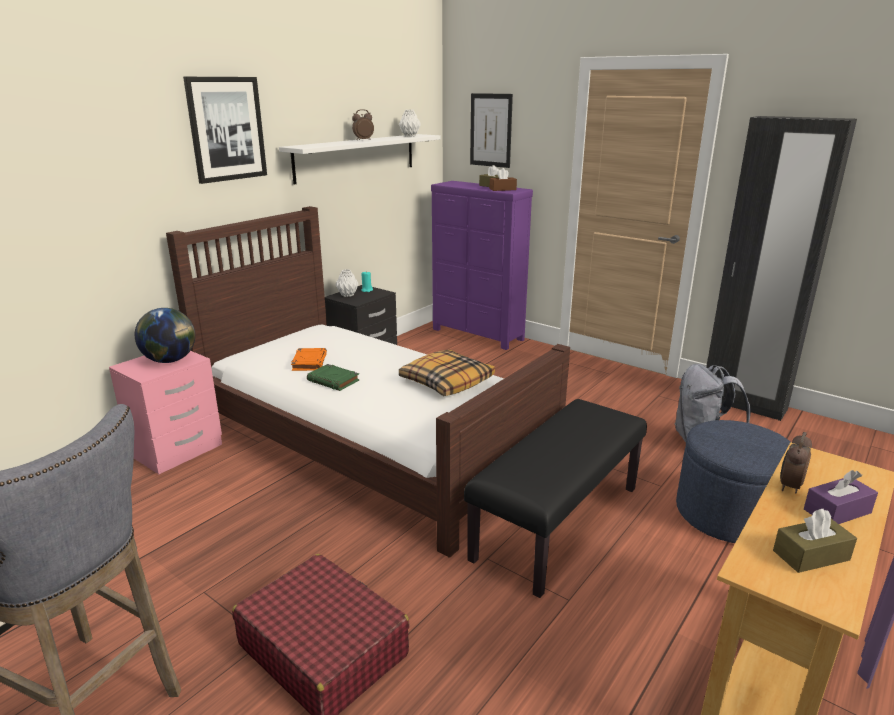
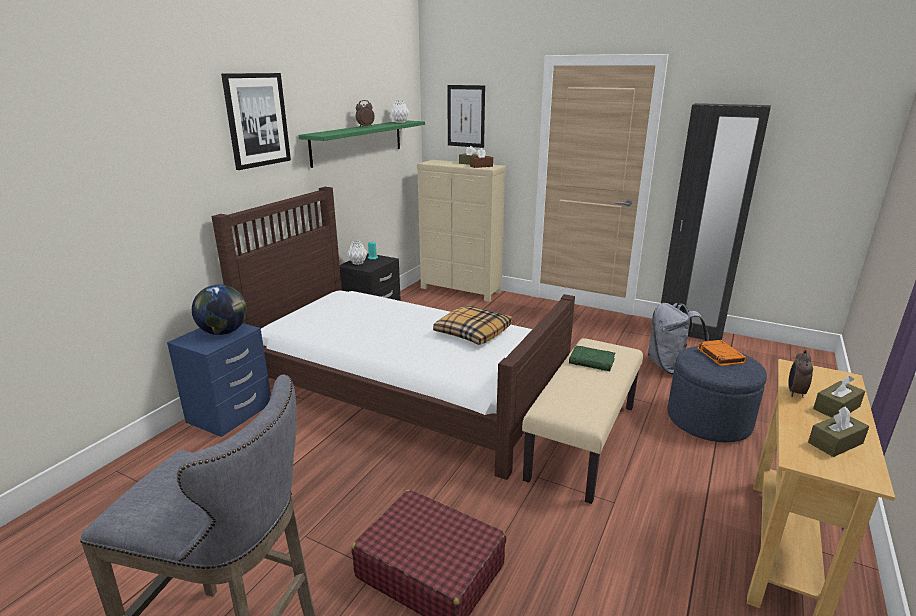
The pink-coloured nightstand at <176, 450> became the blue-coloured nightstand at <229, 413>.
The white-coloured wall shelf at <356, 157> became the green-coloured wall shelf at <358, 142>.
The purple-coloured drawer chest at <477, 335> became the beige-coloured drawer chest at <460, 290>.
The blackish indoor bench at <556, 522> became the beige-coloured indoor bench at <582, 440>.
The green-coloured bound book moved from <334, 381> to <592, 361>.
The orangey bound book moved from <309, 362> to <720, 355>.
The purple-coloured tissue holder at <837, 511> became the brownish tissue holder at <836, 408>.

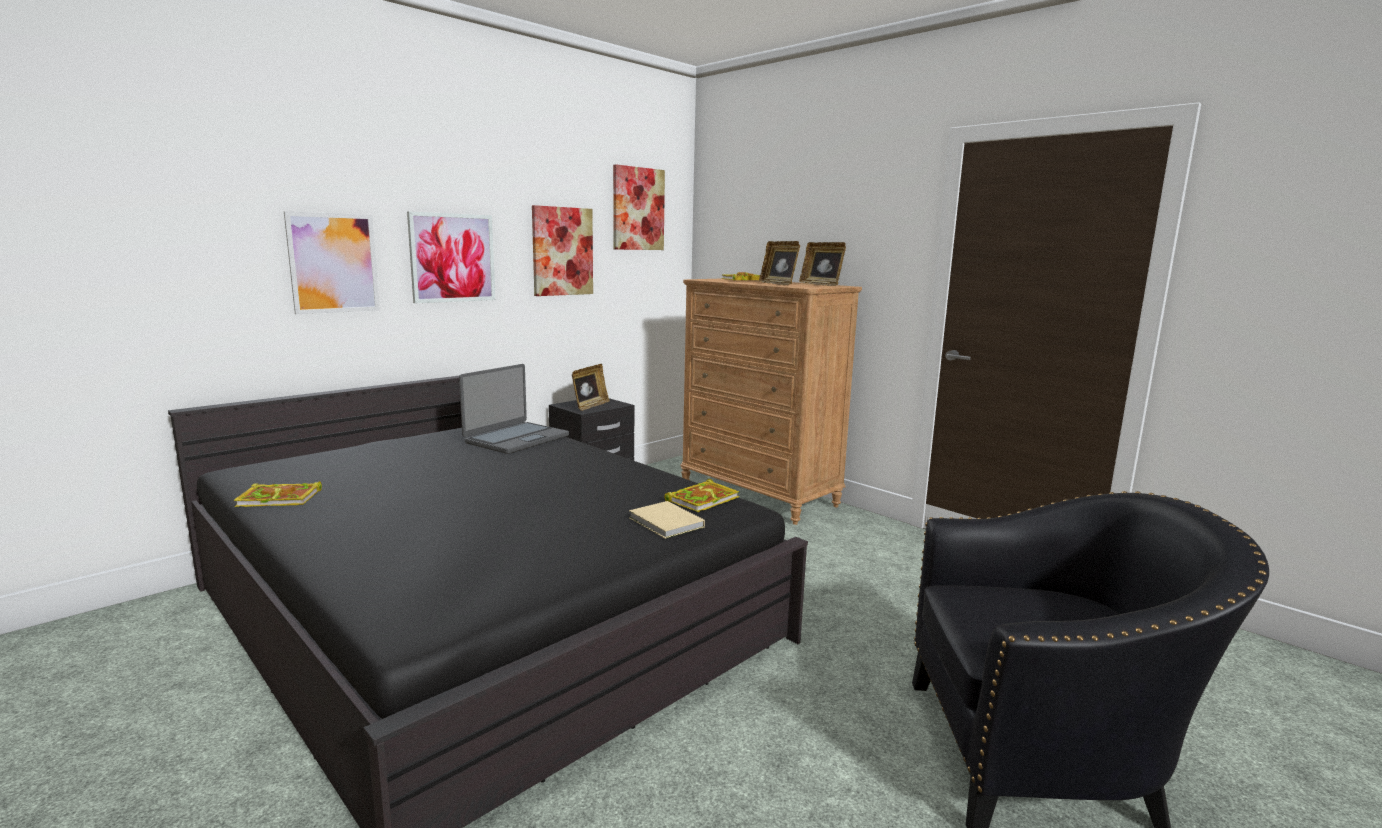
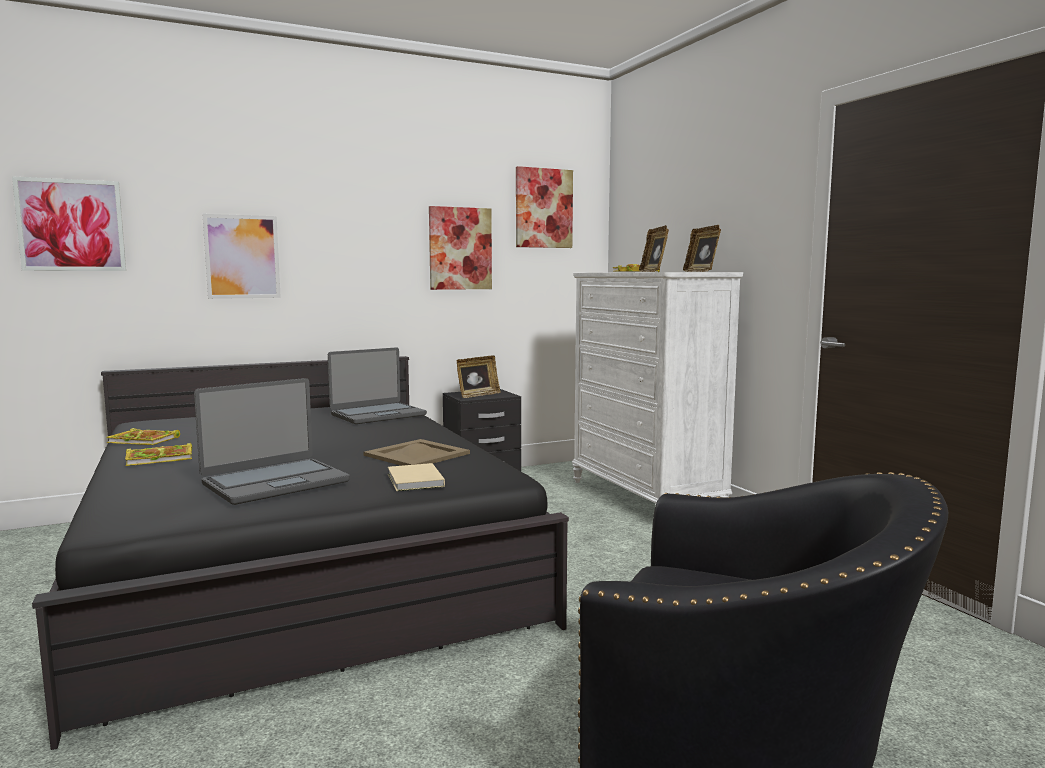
The picture moved from <452, 258> to <71, 225>.
The bound book moved from <703, 499> to <161, 458>.
The notebook computer at <275, 482> appeared.
The beige-coloured serving tray at <417, 454> appeared.
The brownish drawer chest at <759, 494> became the white-coloured drawer chest at <645, 497>.

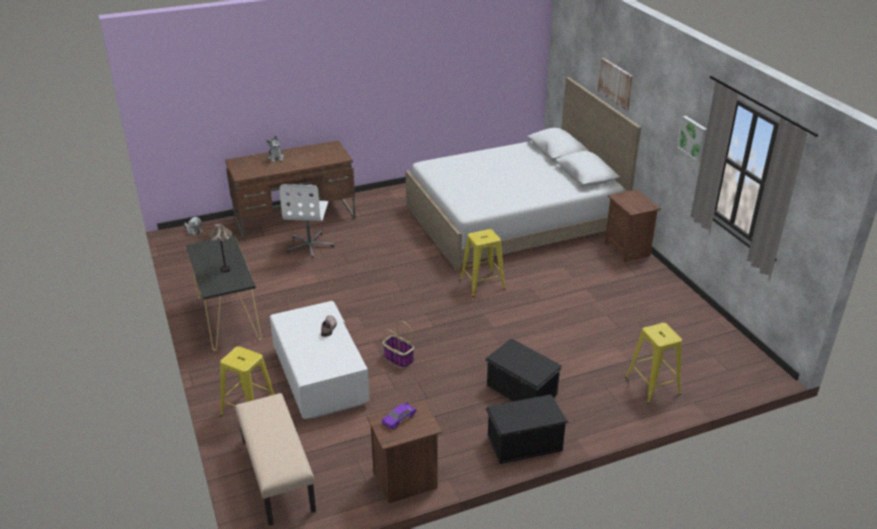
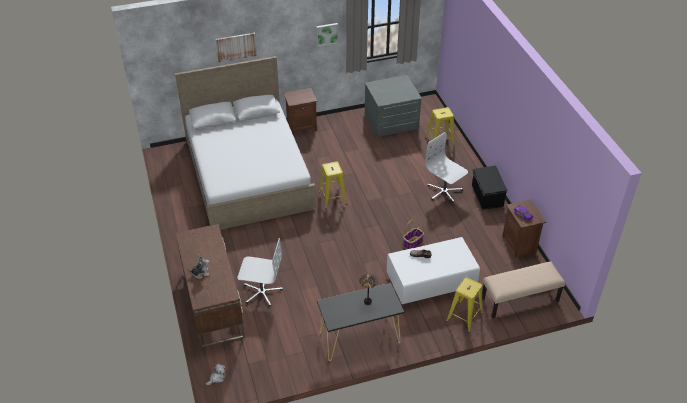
The gray drawer chest at <391, 122> appeared.
The blackish storage bin at <521, 390> was replaced by the white-coloured office chair at <444, 192>.

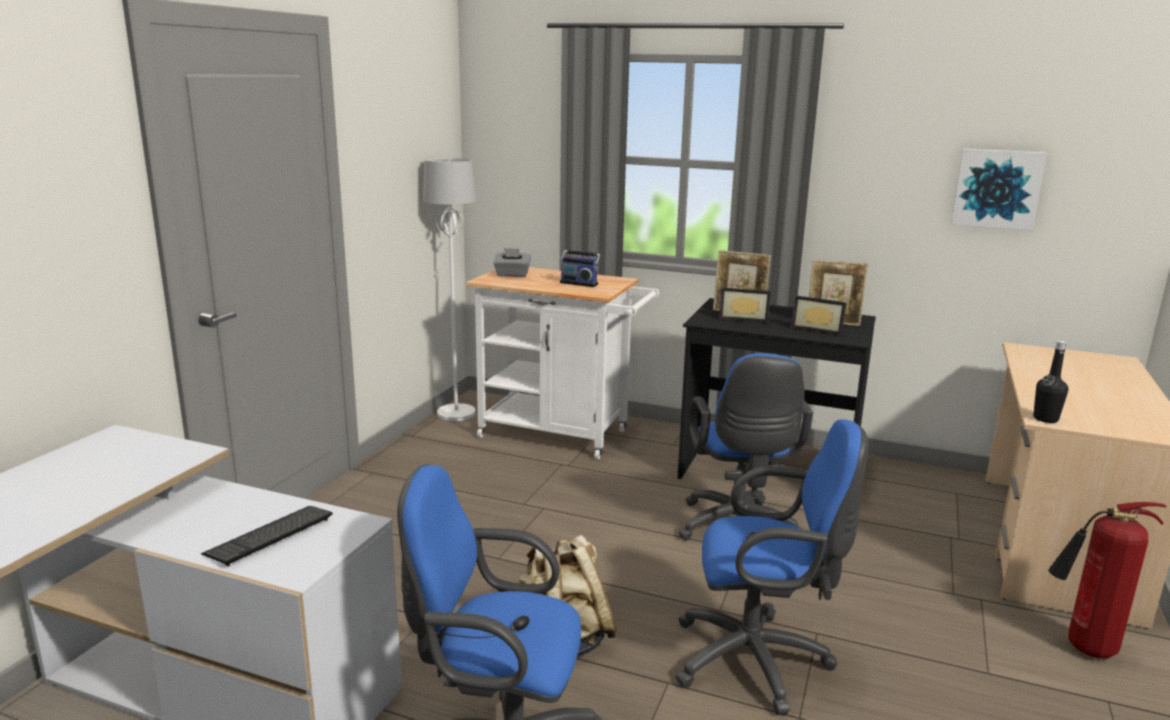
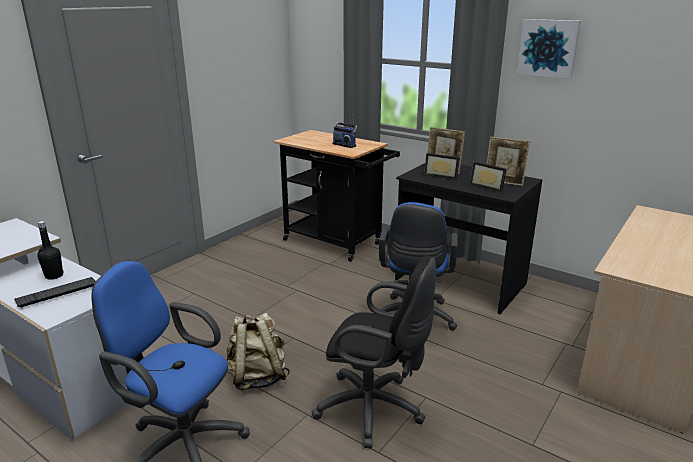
The blackish beverage bottle moved from <1045, 419> to <54, 276>.
The white-coloured trolley at <562, 435> became the blackish trolley at <337, 243>.
The blue-coloured office chair at <759, 661> became the blackish office chair at <375, 410>.
The picture moved from <996, 188> to <548, 48>.
The white-coloured floor lamp at <456, 414> disappeared.
The gray tissue holder at <512, 275> disappeared.
The extinguisher at <1084, 649> disappeared.

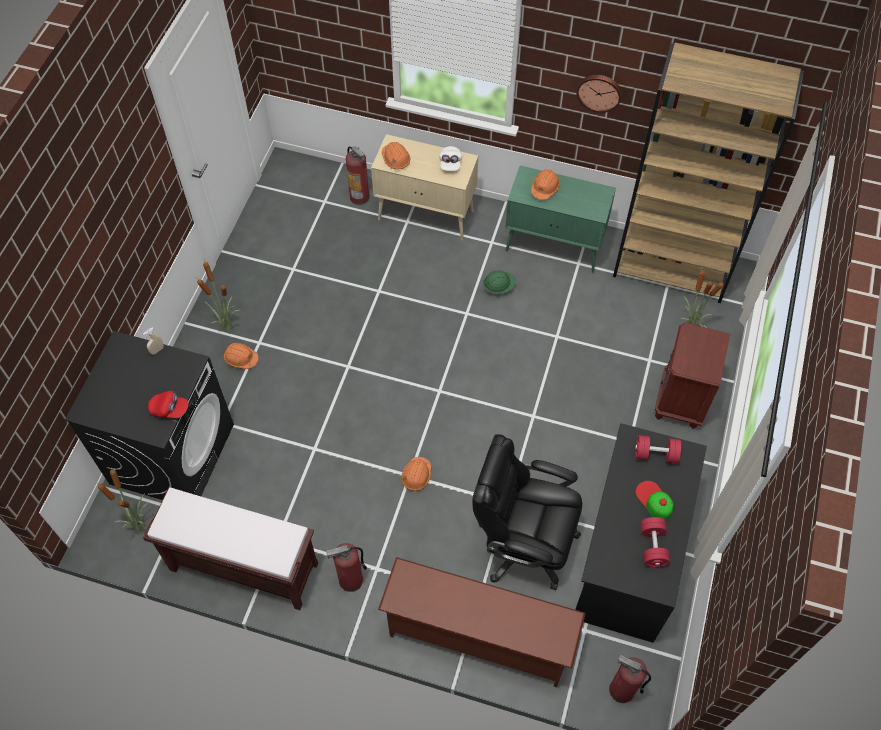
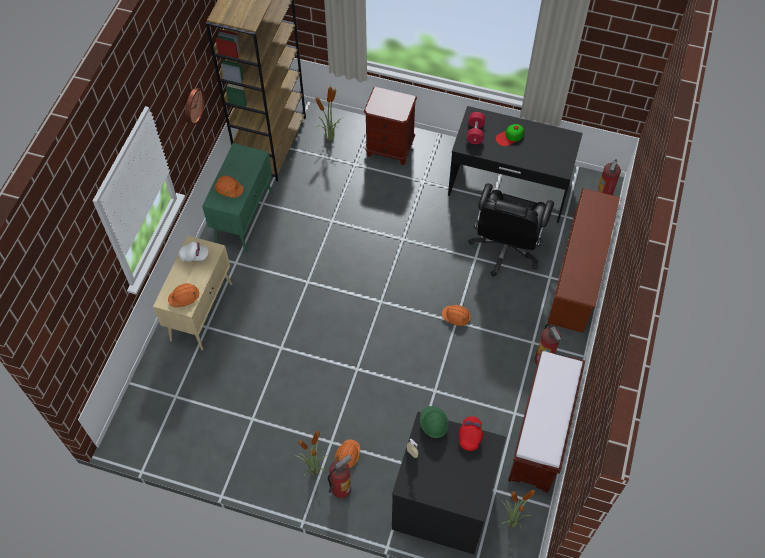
The extinguisher moved from <360, 197> to <341, 488>.
The green-coloured hard hat moved from <498, 287> to <433, 425>.
The red-coloured hand weight at <652, 546> disappeared.

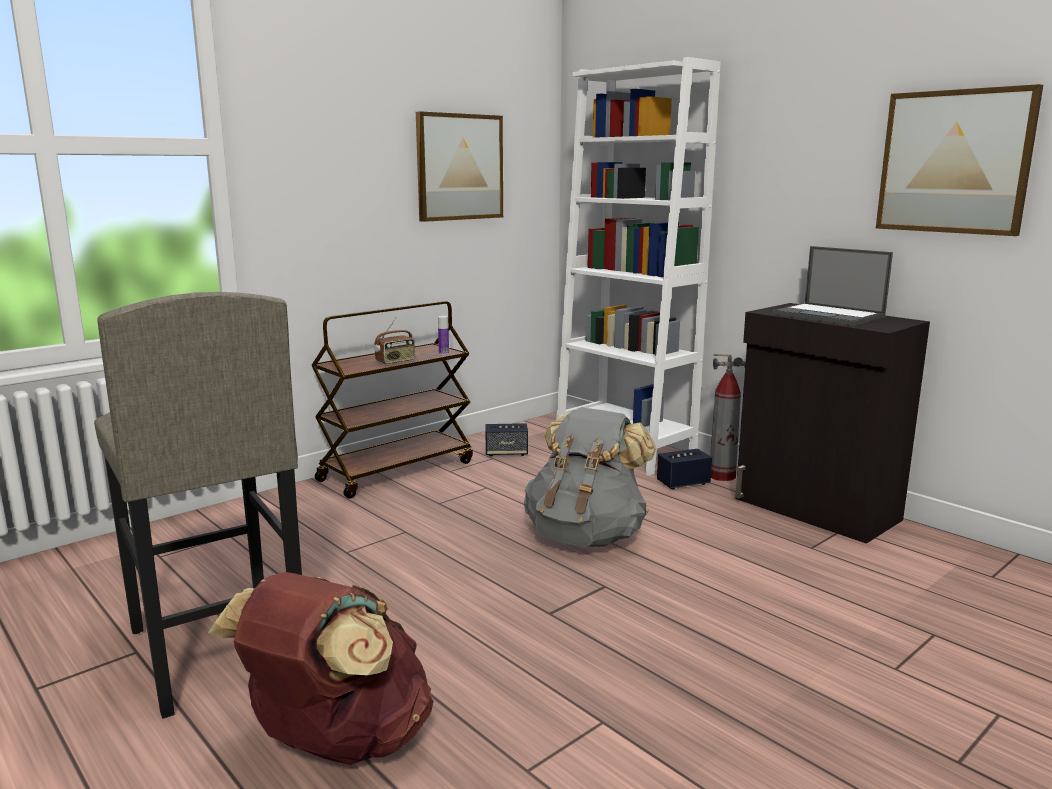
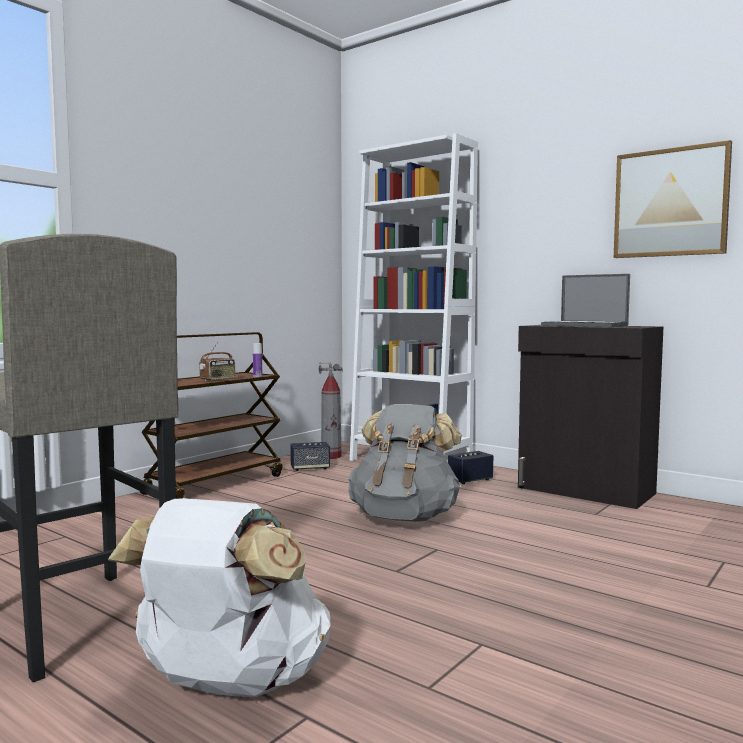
The brownish backpack at <336, 743> became the white-coloured backpack at <229, 685>.
The extinguisher moved from <722, 476> to <331, 456>.
The picture at <459, 167> disappeared.

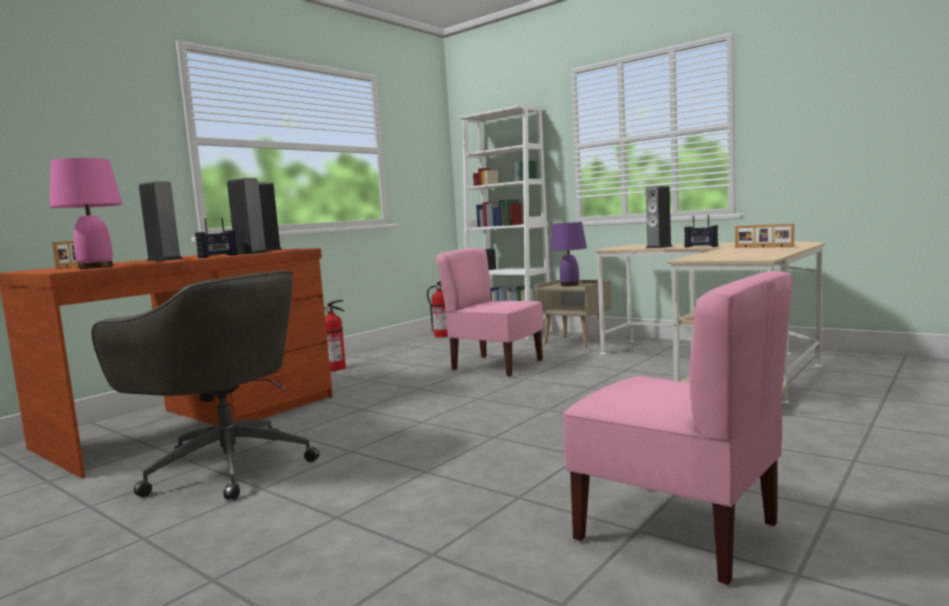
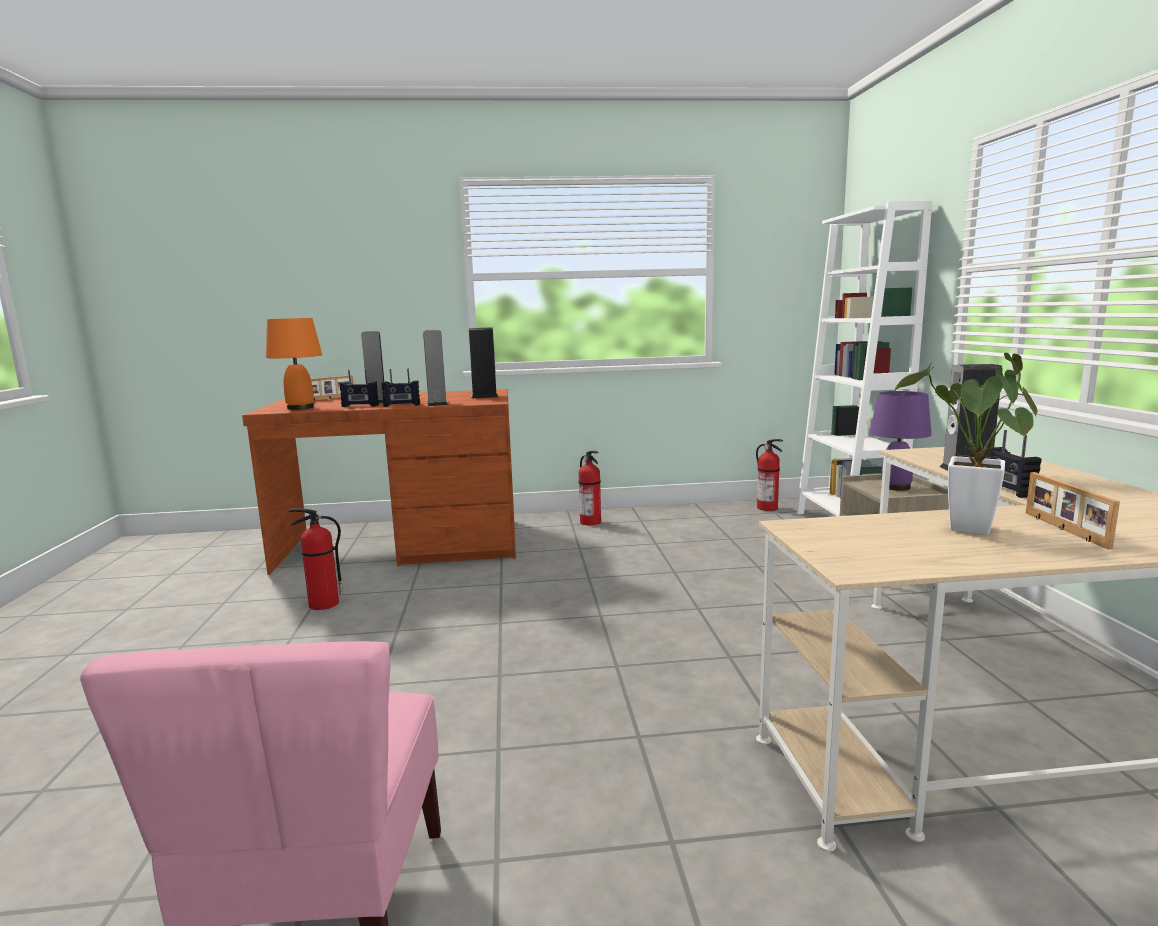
The pink-coloured tabletop lamp at <97, 267> became the orangey tabletop lamp at <301, 408>.
The gray office chair at <226, 467> was replaced by the extinguisher at <322, 604>.
The radio set at <360, 406> appeared.
The potted plant at <968, 531> appeared.
The pink-coloured chair at <496, 366> disappeared.

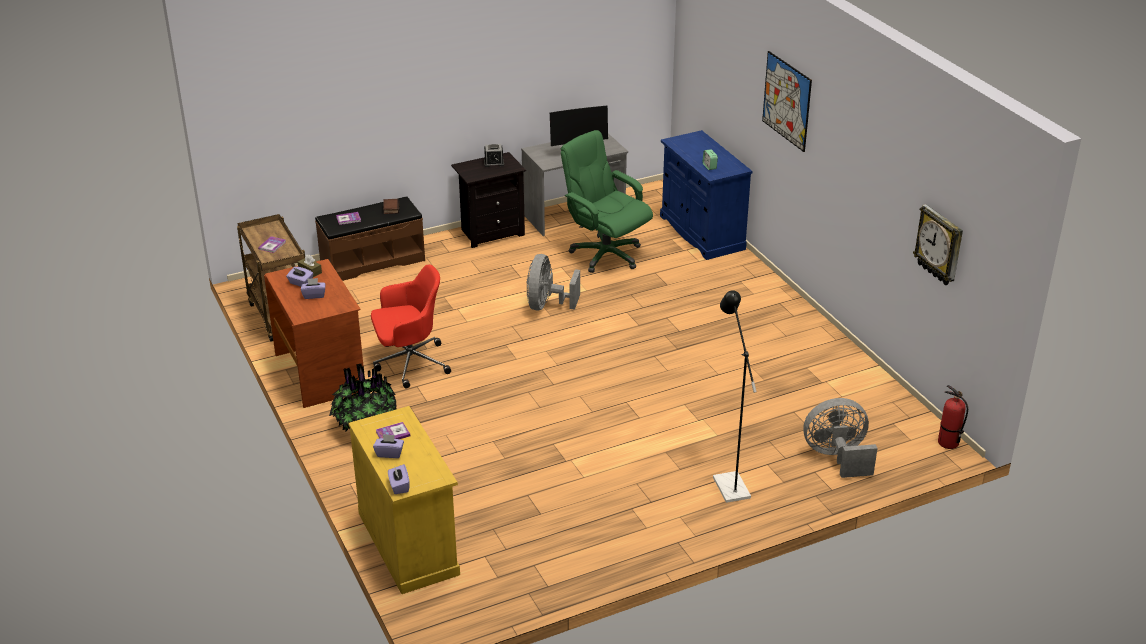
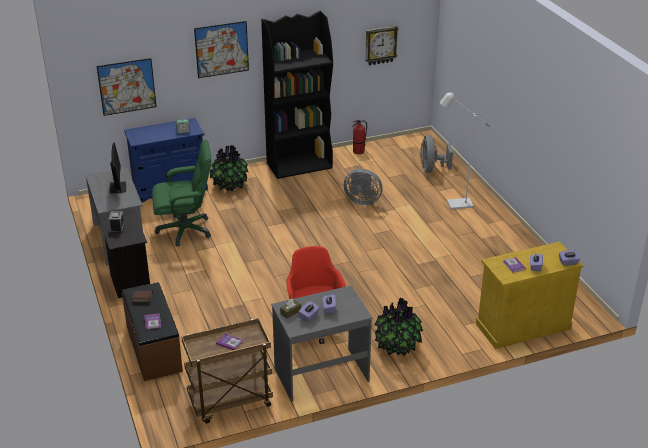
The picture at <127, 86> appeared.
The green-coloured office chair at <605, 254> turned 150 degrees counterclockwise.
The potted plant at <230, 186> appeared.
The blackish shelving unit at <299, 165> appeared.
The brownish desk at <321, 372> became the gray desk at <321, 373>.
The gray cooling fan moved from <547, 305> to <362, 200>.
The extinguisher moved from <947, 443> to <358, 151>.
The blackish floor lamp at <728, 482> became the white-coloured floor lamp at <455, 204>.

